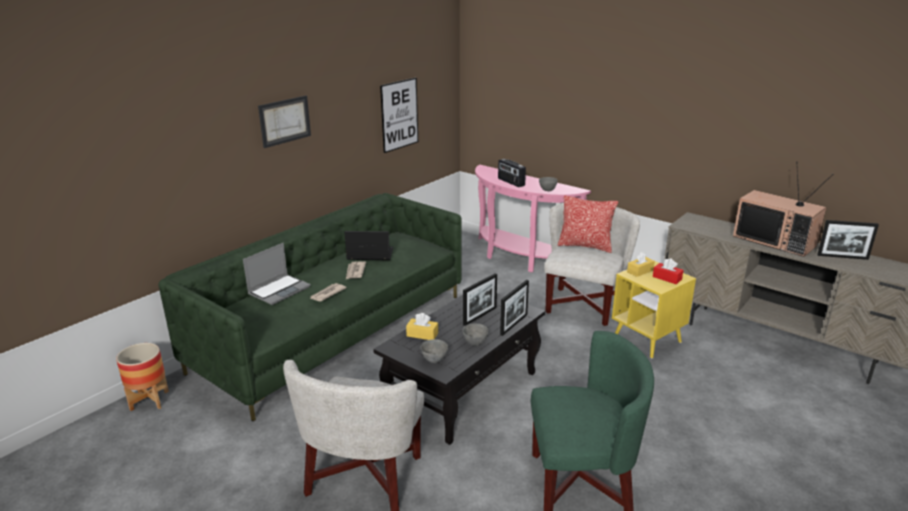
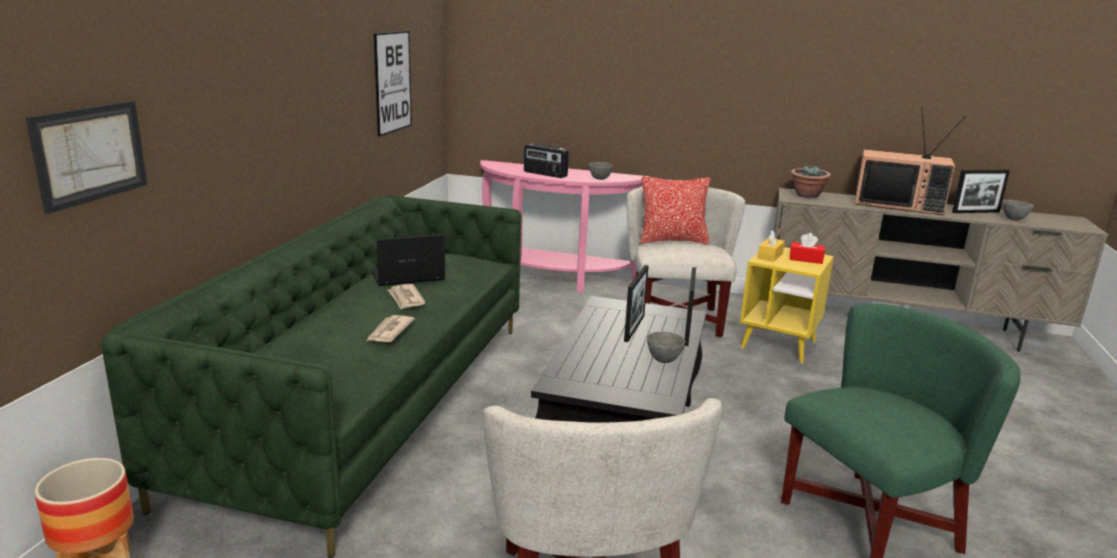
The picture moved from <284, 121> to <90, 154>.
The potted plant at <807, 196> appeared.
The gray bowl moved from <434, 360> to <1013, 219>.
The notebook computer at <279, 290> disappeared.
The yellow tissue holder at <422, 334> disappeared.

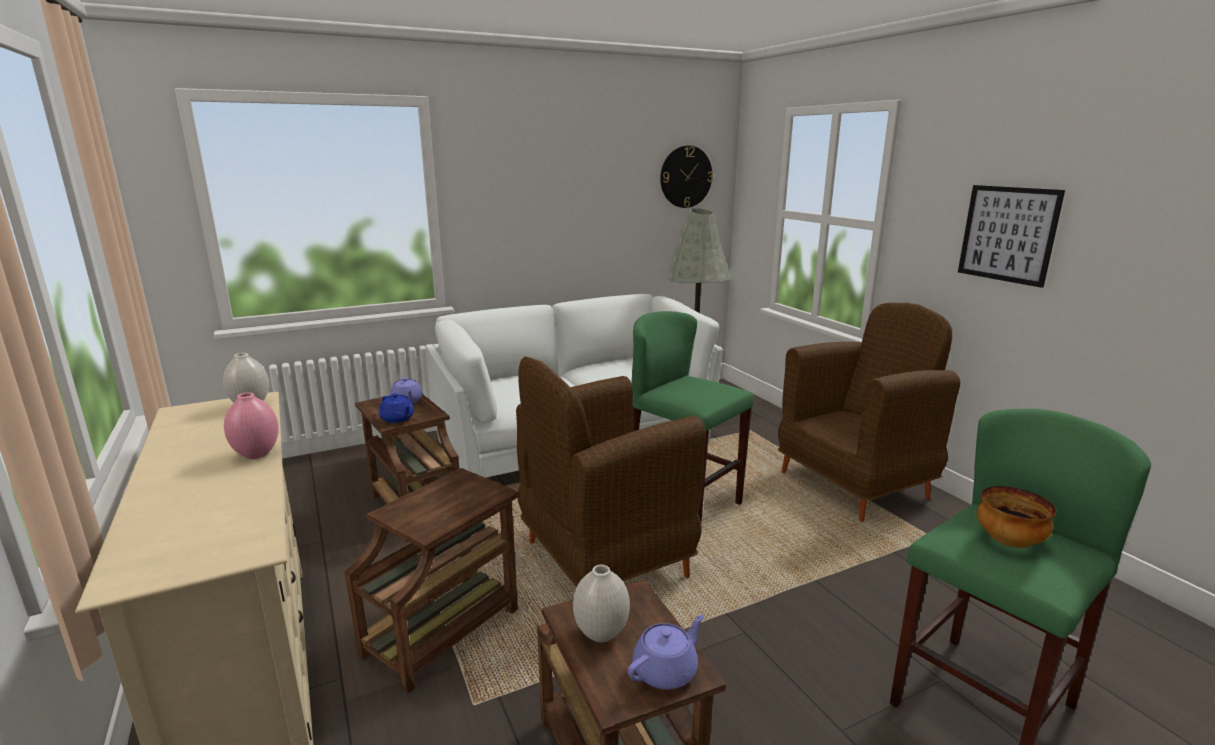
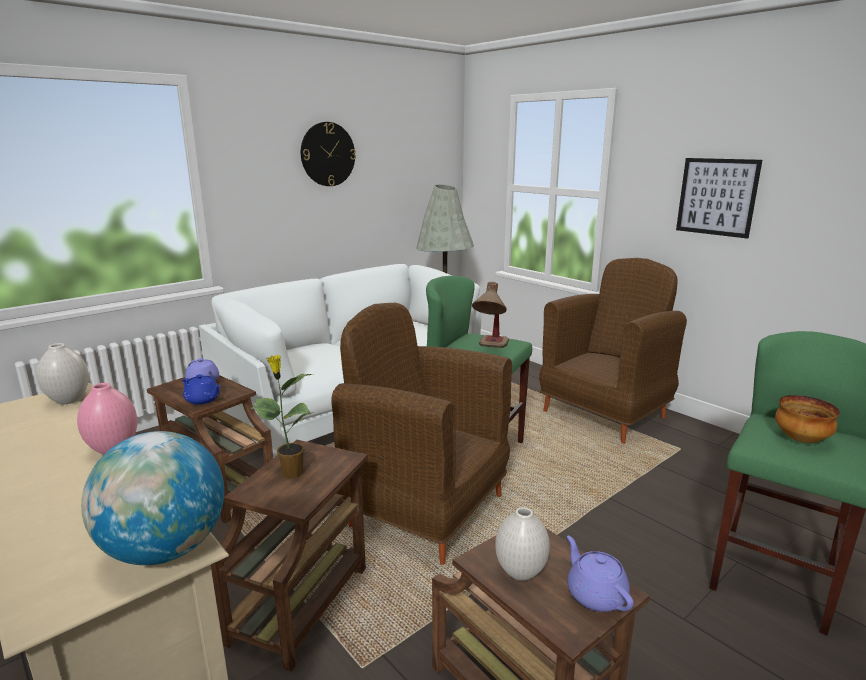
The desk globe at <166, 550> appeared.
The potted plant at <291, 473> appeared.
The wall clock moved from <686, 177> to <327, 154>.
The brownish armchair at <602, 560> turned 75 degrees clockwise.
The tabletop lamp at <491, 348> appeared.
The purple-coloured teapot at <666, 671> turned 60 degrees counterclockwise.

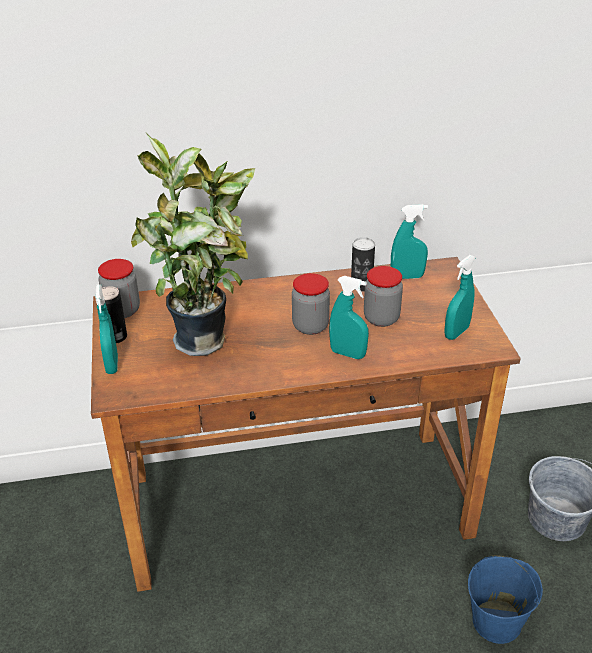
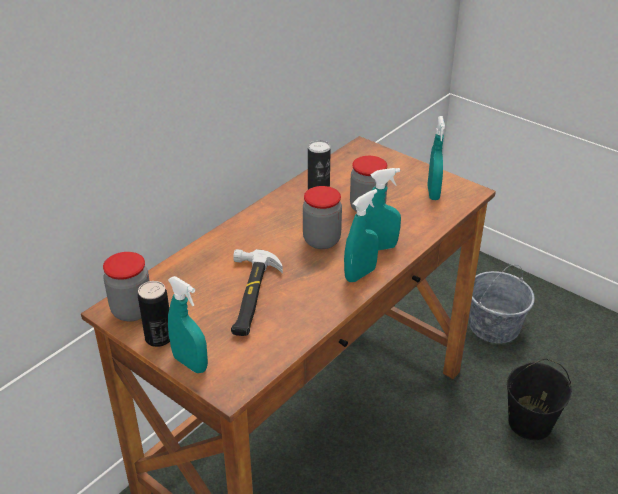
The potted plant at <206, 340> was replaced by the tool hammer at <249, 296>.
The blue-green sprayer moved from <407, 277> to <360, 274>.
The blue-coloured bucket at <496, 621> became the blackish bucket at <529, 422>.

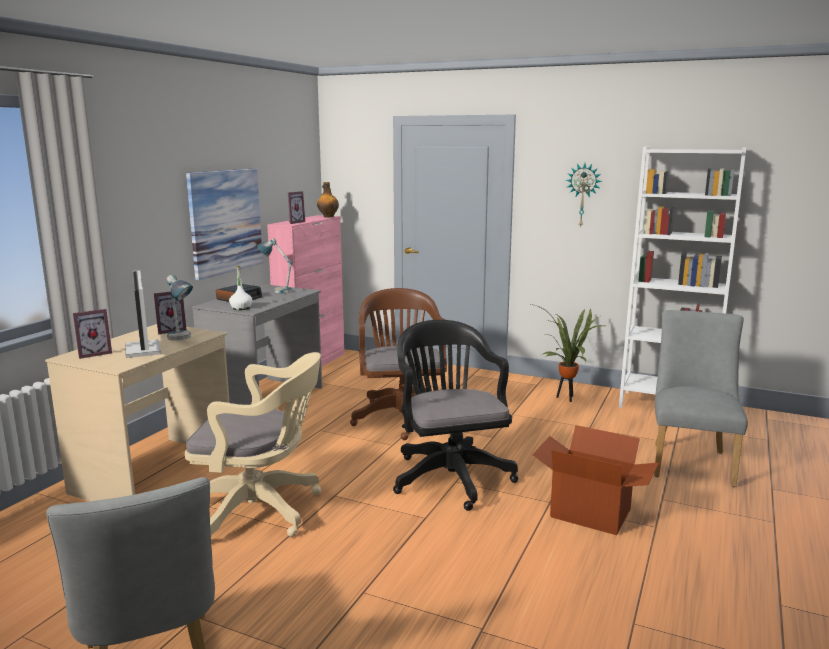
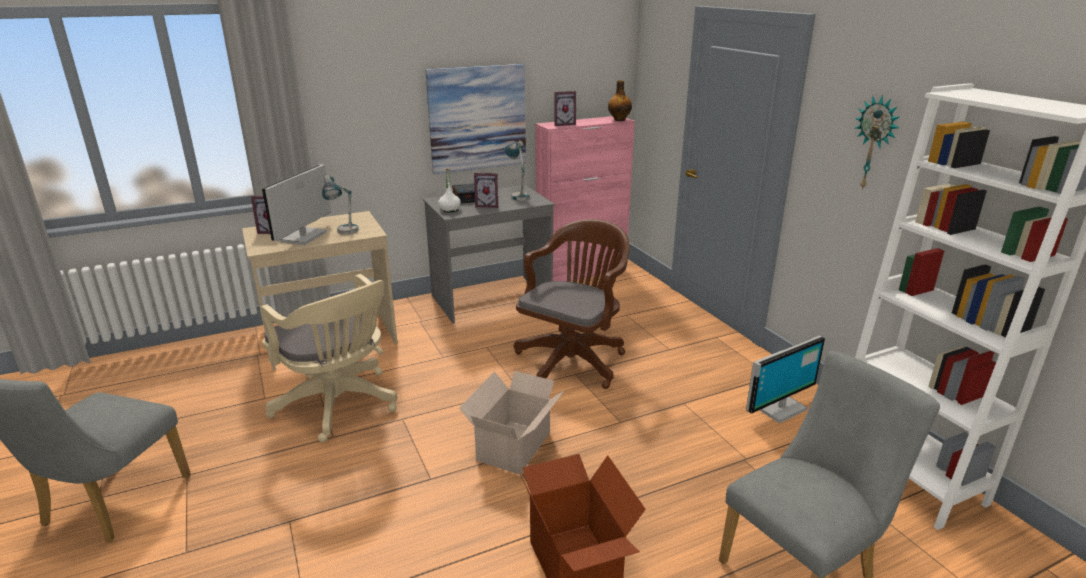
The blackish office chair at <449, 475> was replaced by the carton at <515, 445>.
The standing frame moved from <170, 330> to <487, 205>.
The potted plant at <565, 398> was replaced by the computer display at <779, 407>.

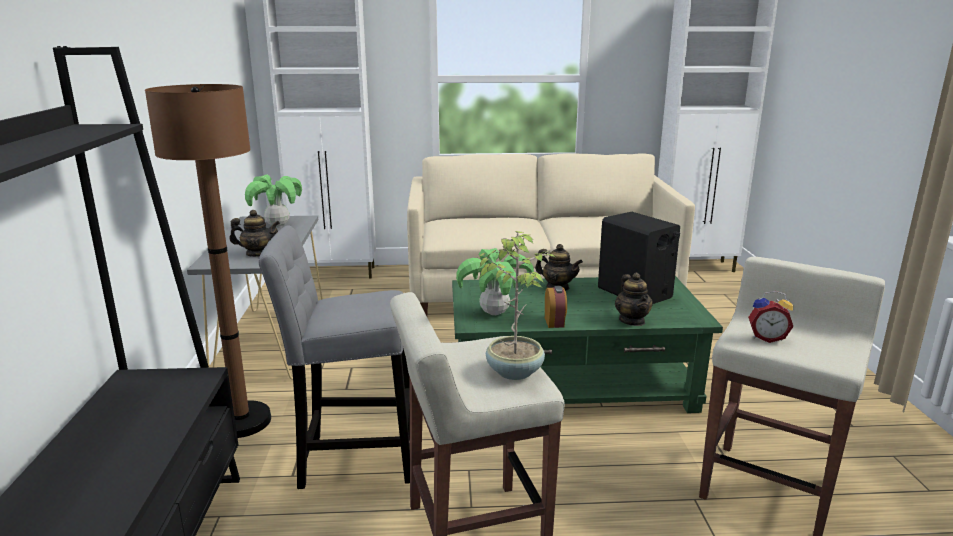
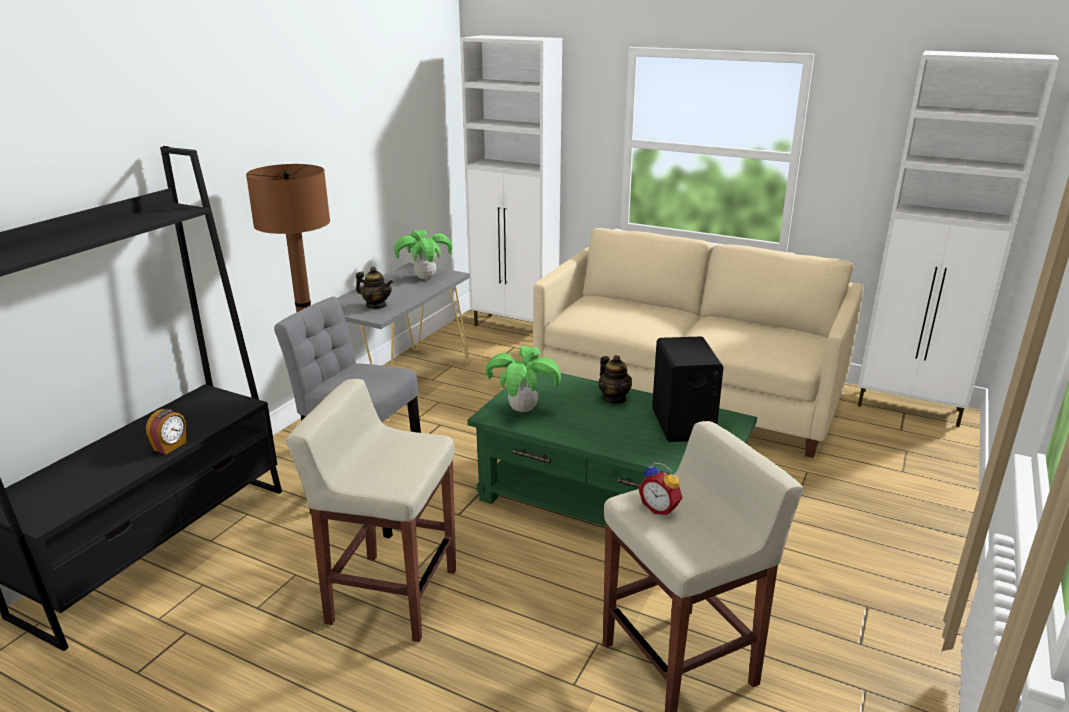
The bedside clock moved from <555, 322> to <170, 446>.
The potted plant at <515, 371> disappeared.
The teapot at <632, 321> disappeared.

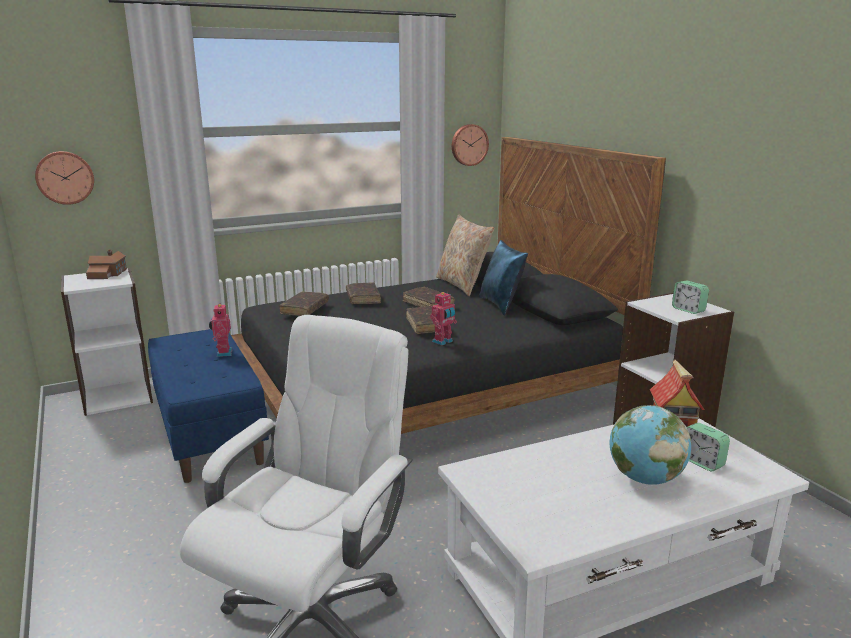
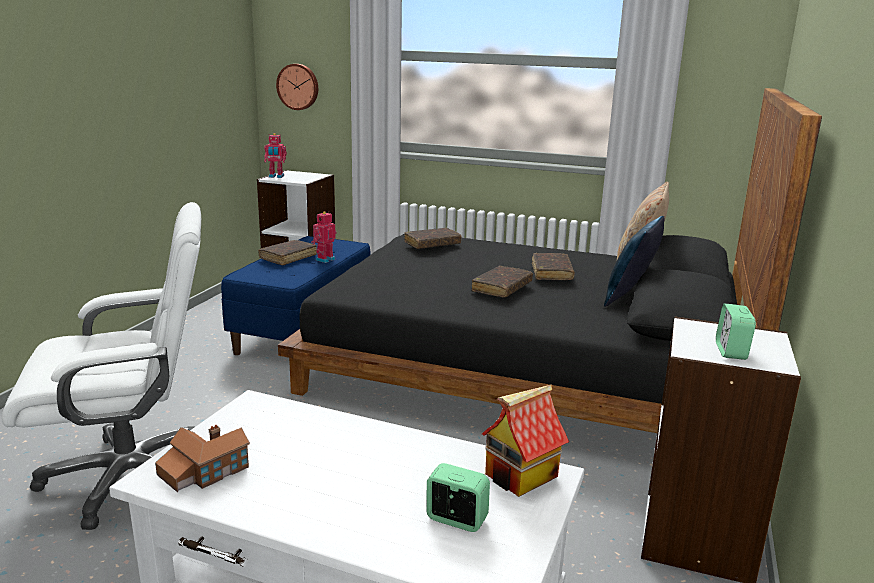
The toy house moved from <107, 274> to <203, 471>.
The brownish bound book moved from <363, 298> to <288, 257>.
The robot figure moved from <443, 342> to <276, 176>.
The bedside clock at <702, 462> turned 105 degrees clockwise.
The wall clock at <469, 145> disappeared.
The desk globe at <644, 478> disappeared.

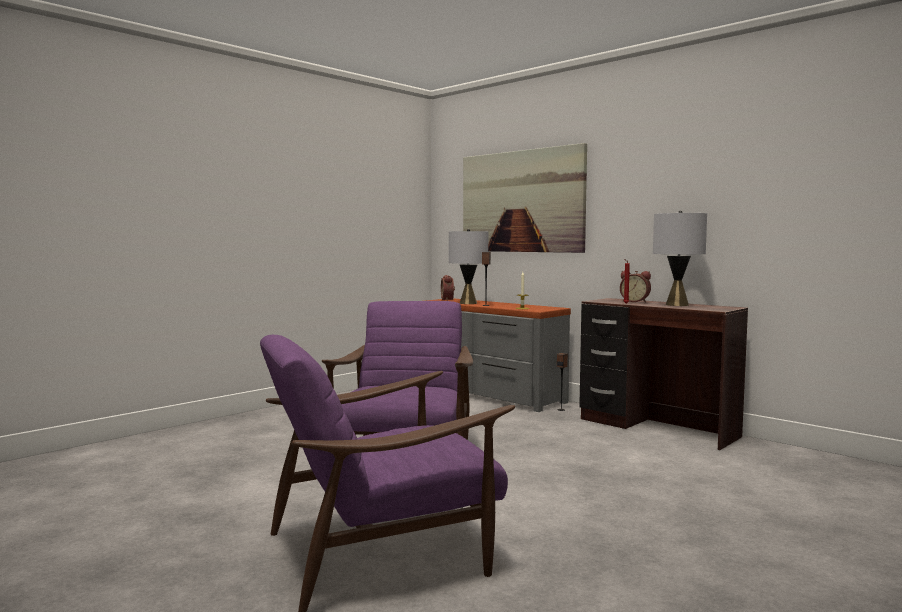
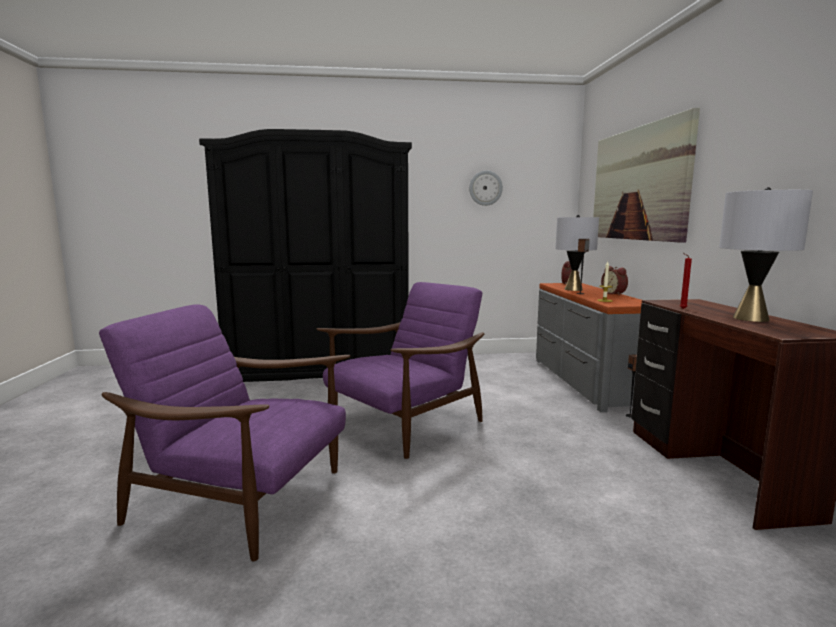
The blackish clothes cupboard at <320, 368> appeared.
The wall clock at <485, 188> appeared.
The bedside clock moved from <635, 301> to <614, 293>.

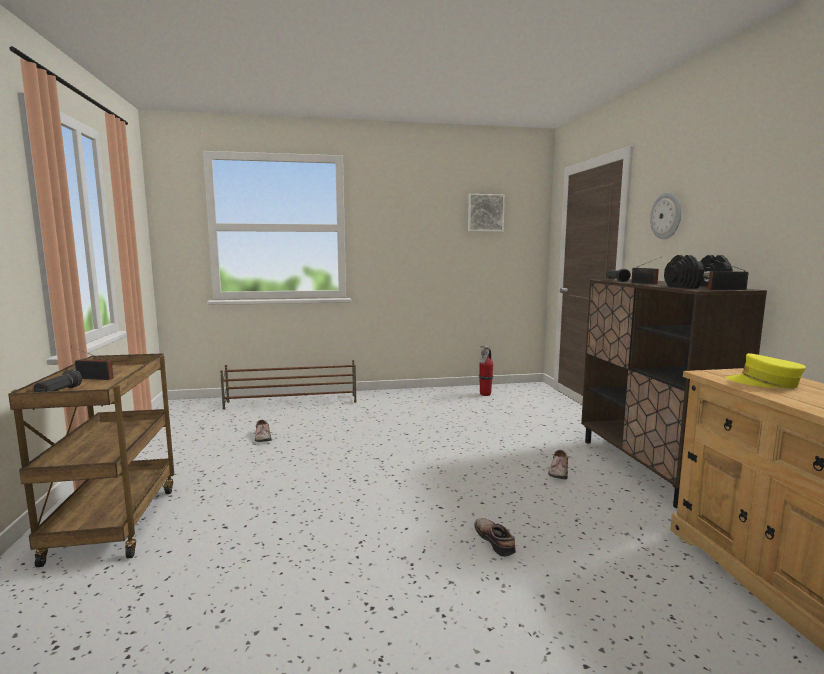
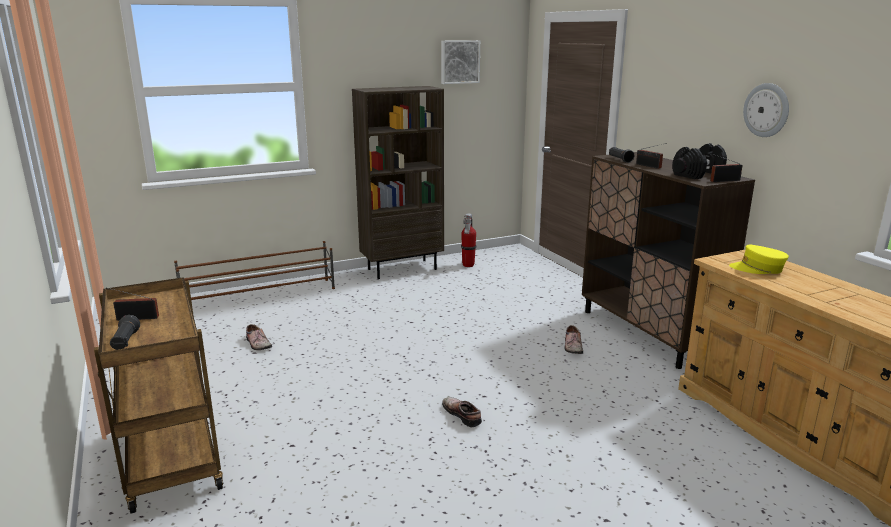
The brownish shelving unit at <402, 269> appeared.
The item of footwear moved from <496, 540> to <463, 415>.
The wall clock moved from <666, 216> to <766, 110>.

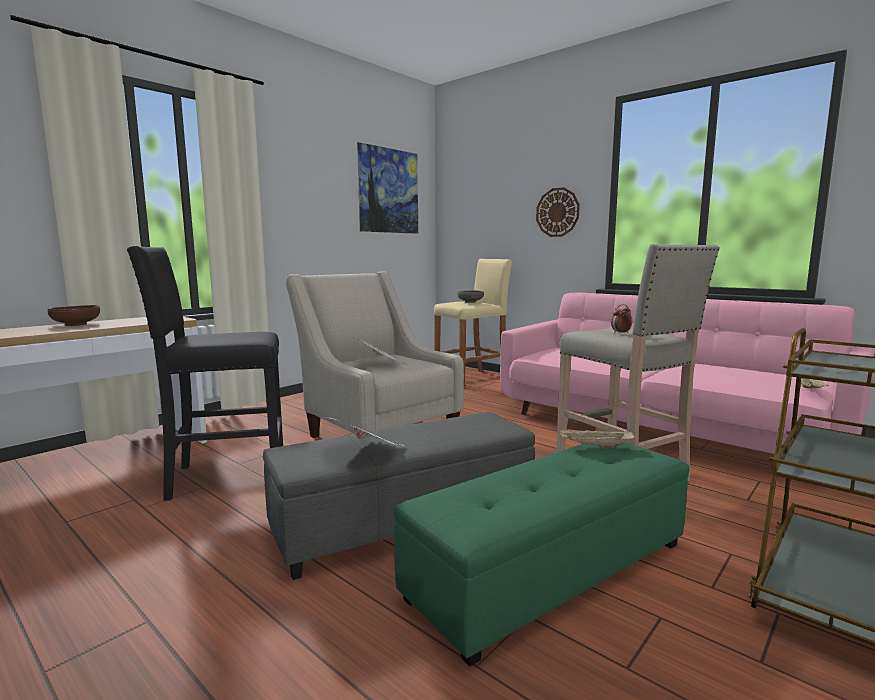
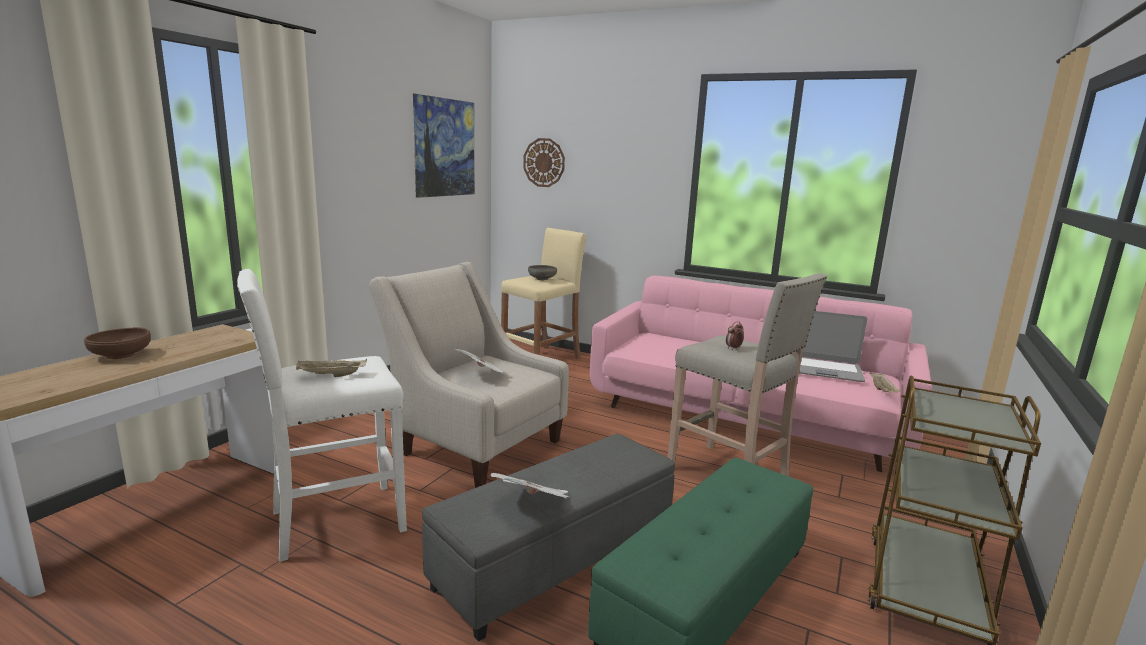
The blackish stool seat at <226, 477> became the white-coloured stool seat at <334, 521>.
The beige-coloured serving tray moved from <595, 447> to <331, 376>.
The wall clock moved from <557, 212> to <544, 162>.
The notebook computer at <824, 370> appeared.

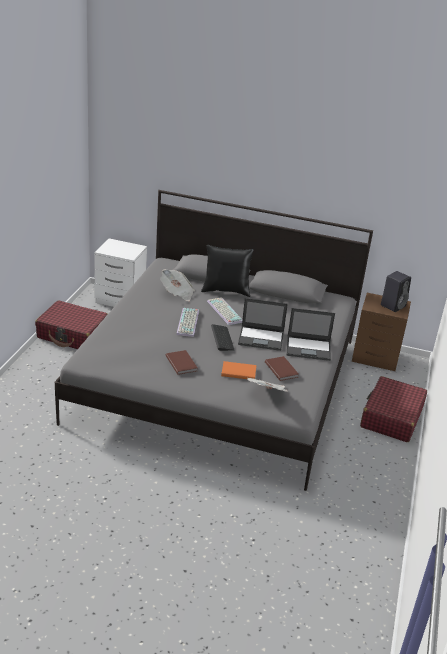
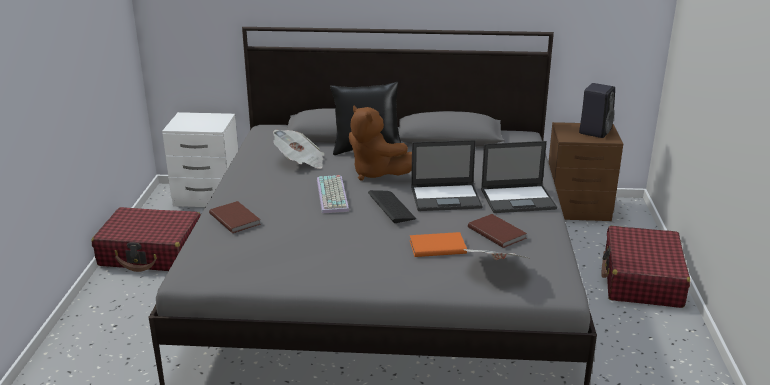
The brownish bound book moved from <182, 363> to <235, 218>.
The PC keyboard at <223, 311> was replaced by the brownish cuddly toy at <376, 173>.

